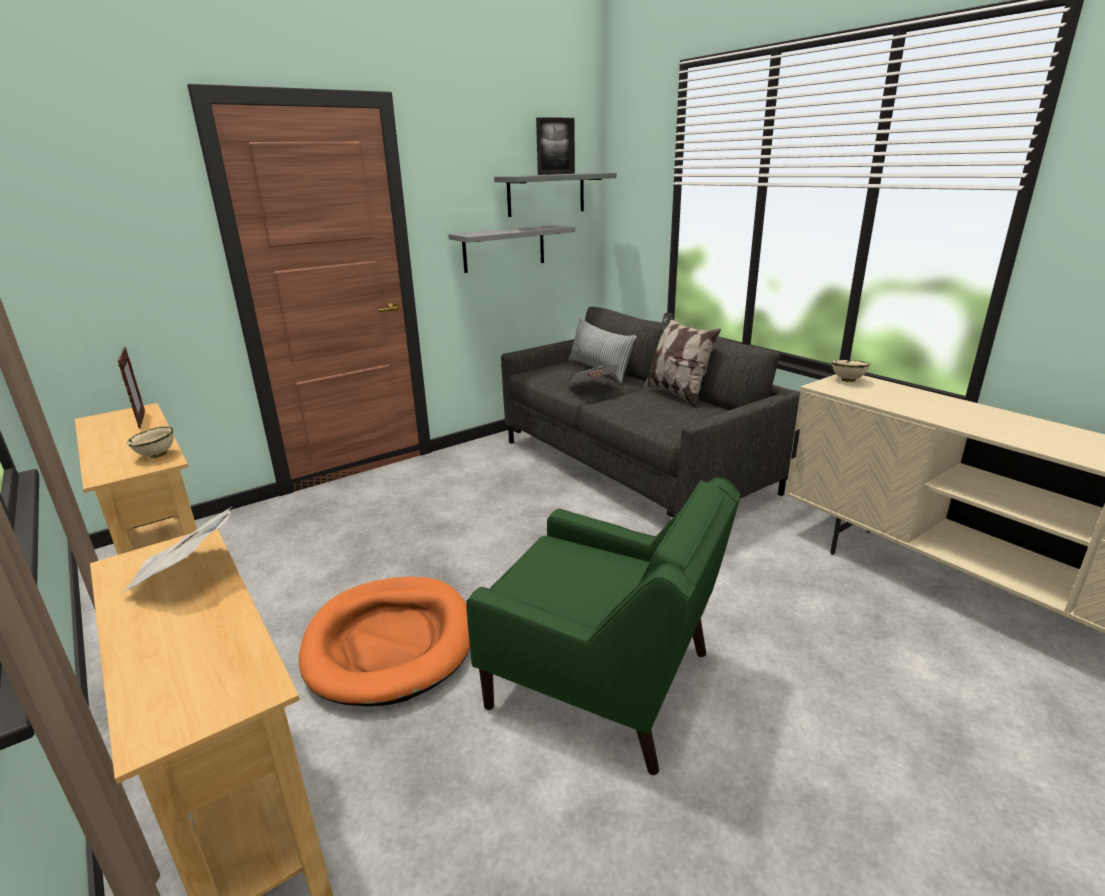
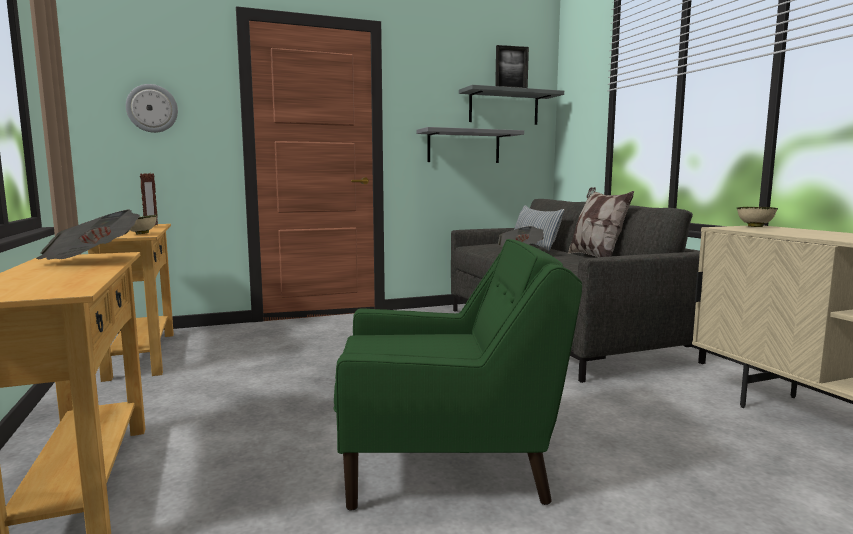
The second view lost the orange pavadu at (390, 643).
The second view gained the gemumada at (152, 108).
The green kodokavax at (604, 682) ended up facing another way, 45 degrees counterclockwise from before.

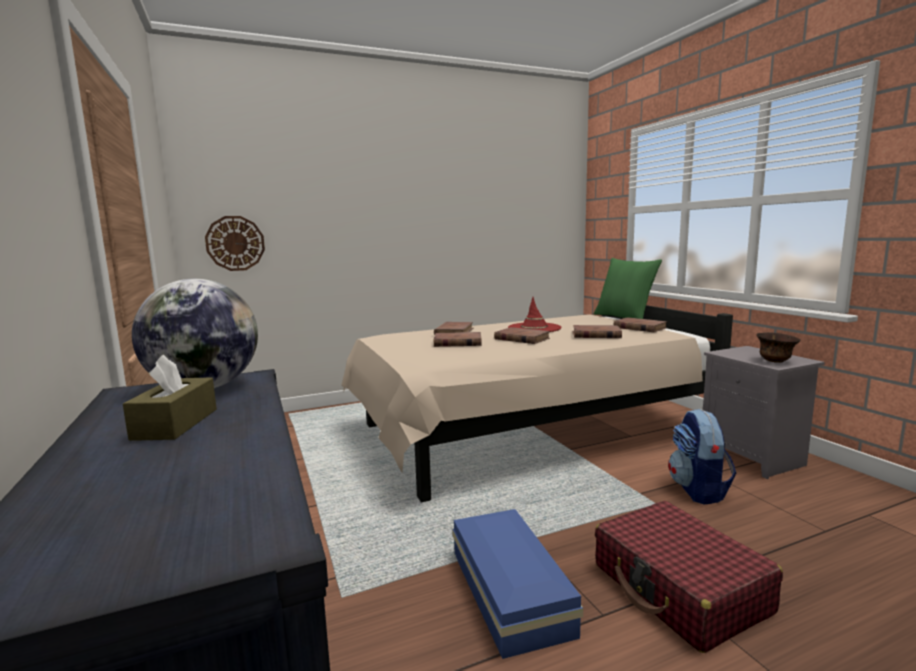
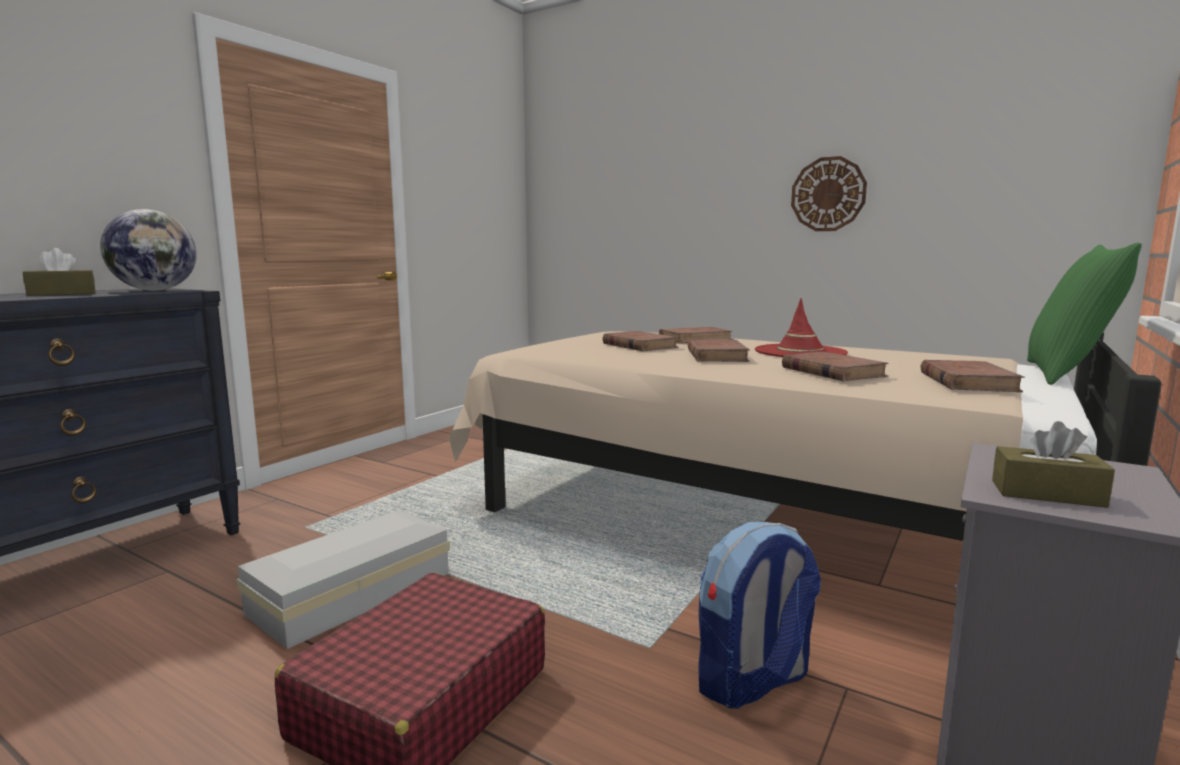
The gemumada ended up elsewhere, having gone from (235, 243) to (828, 194).
Where the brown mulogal stood at (775, 361), the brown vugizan came to stand at (1047, 493).
What was the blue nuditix at (508, 593) turned into the white nuditix at (348, 593).

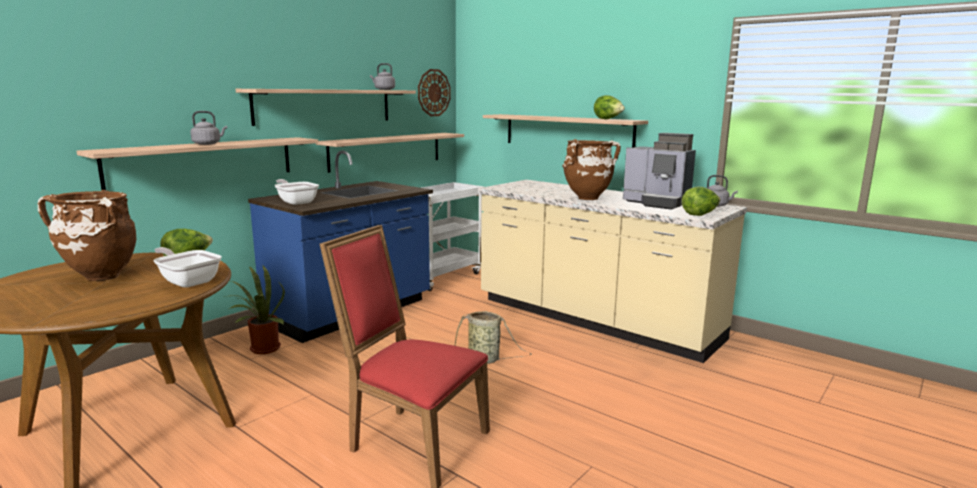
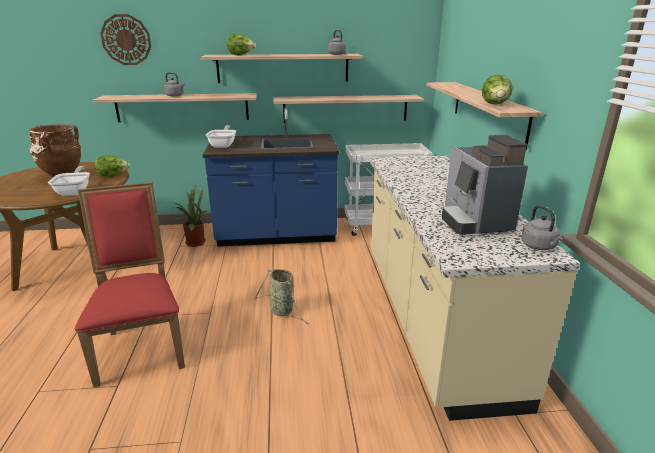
The second view lost the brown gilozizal at (586, 199).
The gemumada ended up elsewhere, having gone from (433, 92) to (126, 40).
The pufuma ended up elsewhere, having gone from (700, 214) to (241, 55).

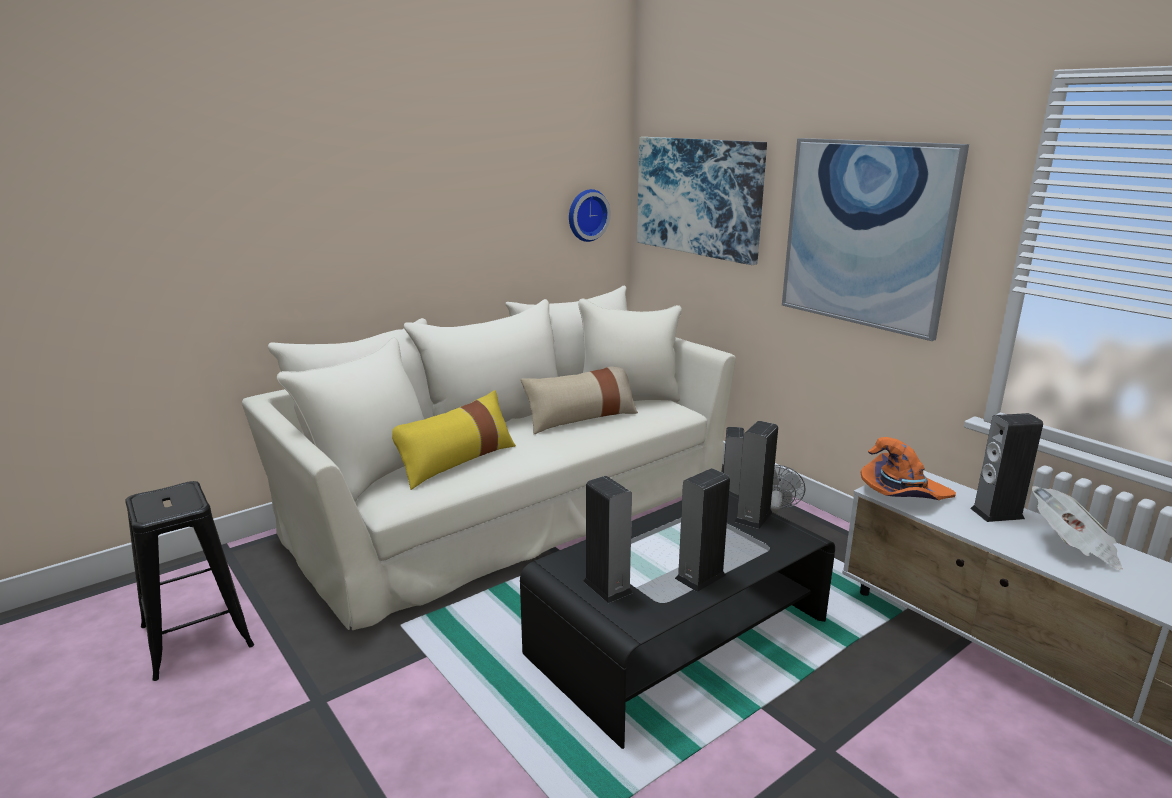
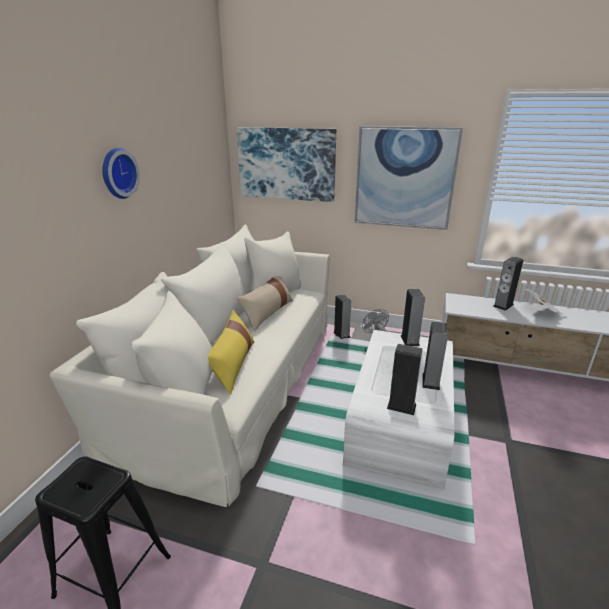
The second view lost the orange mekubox at (902, 494).
The gemumada ended up elsewhere, having gone from (586, 215) to (117, 173).
What was the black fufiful at (678, 638) turned into the white fufiful at (400, 418).

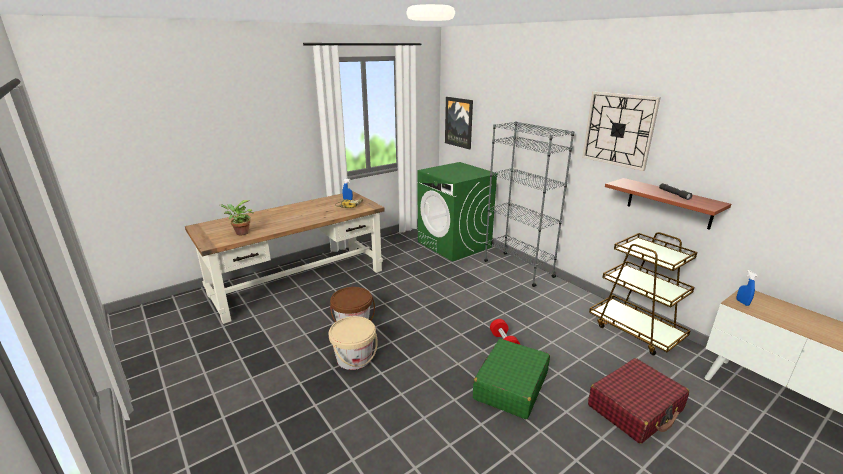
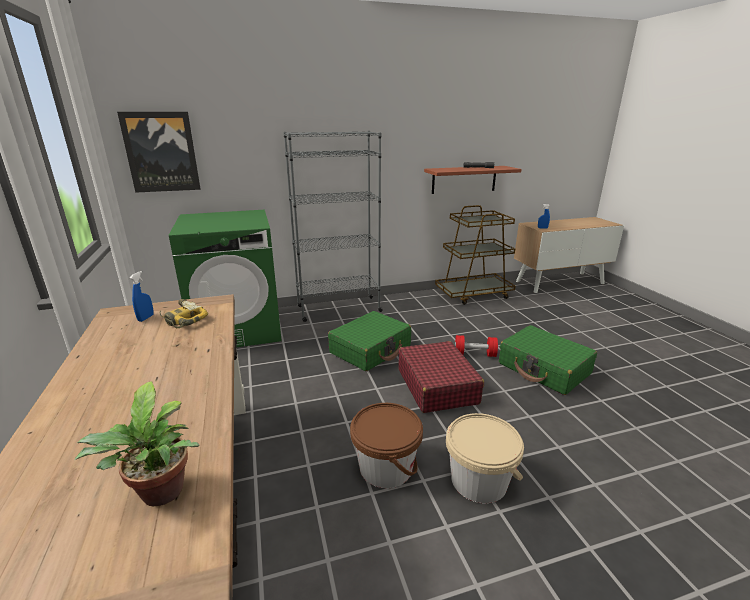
The second view lost the gemumada at (618, 130).
The second view gained the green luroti at (371, 349).
The red luroti ended up elsewhere, having gone from (635, 408) to (437, 386).

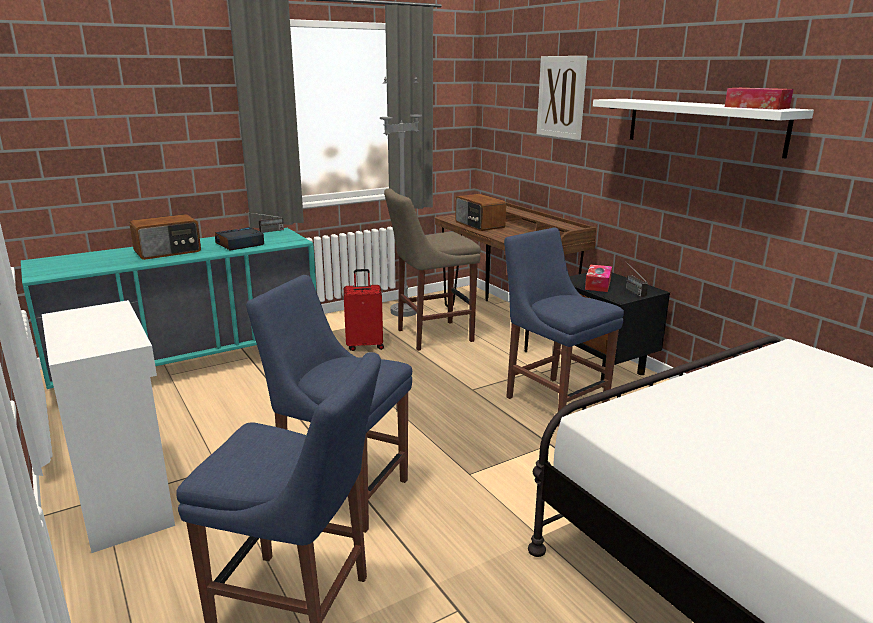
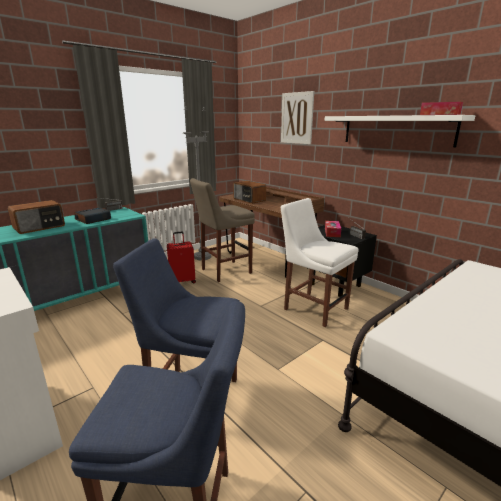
What was the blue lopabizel at (553, 399) turned into the white lopabizel at (313, 307).

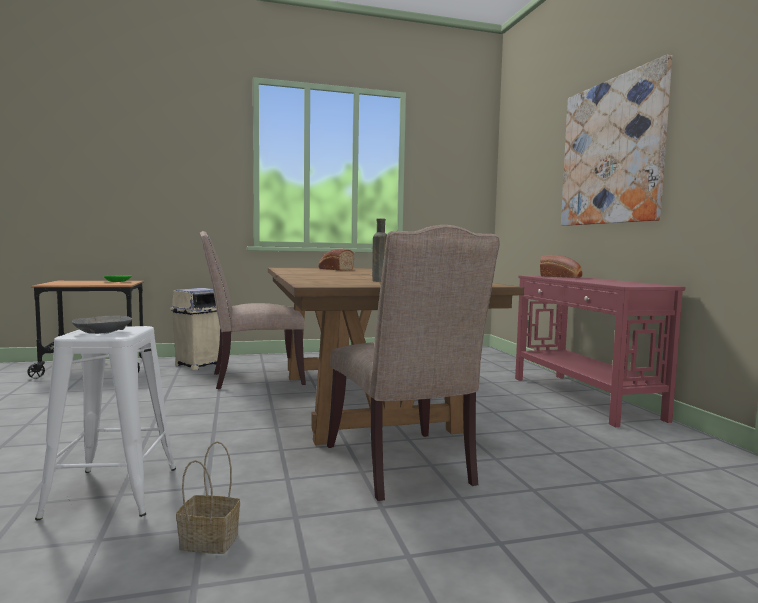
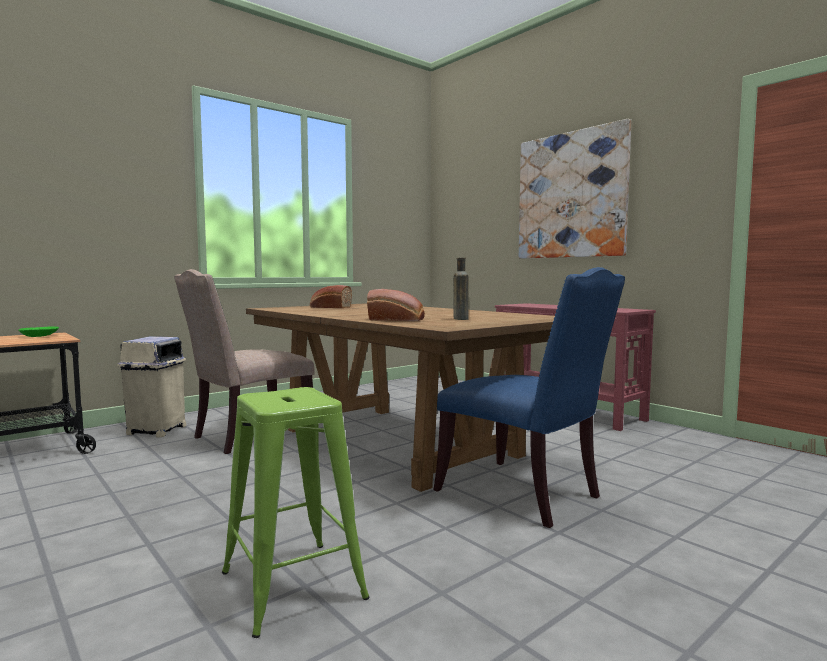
The second view lost the grey mulogal at (102, 332).
The second view lost the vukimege at (207, 542).
The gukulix ended up elsewhere, having gone from (561, 277) to (397, 320).
What was the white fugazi at (112, 492) turned into the green fugazi at (292, 586).
What was the beige lopabizel at (404, 467) turned into the blue lopabizel at (524, 494).

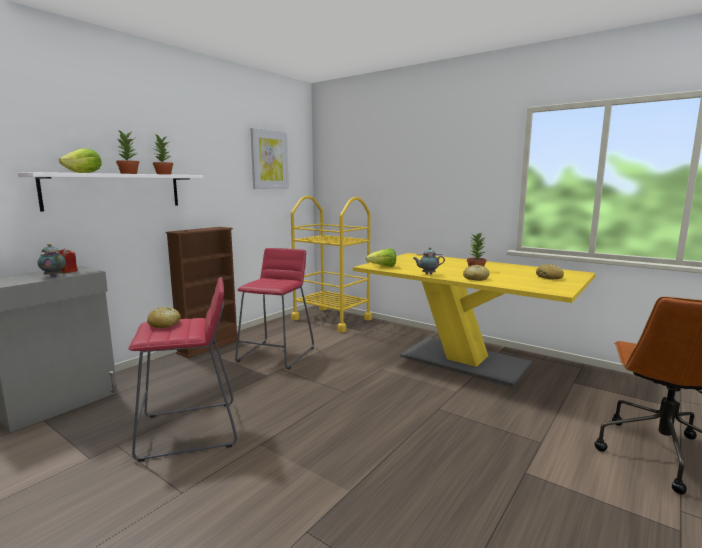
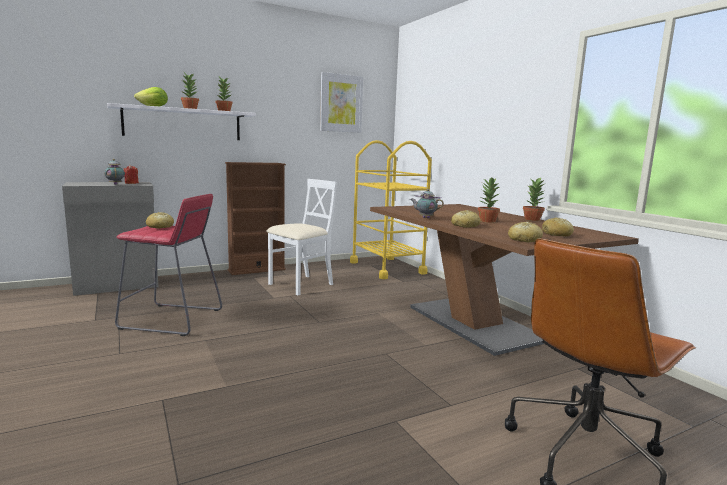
The second view lost the pufuma at (383, 267).
The second view gained the gukulix at (524, 240).
The second view gained the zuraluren at (532, 219).
Where the red fugazi stood at (276, 354), the white lopabizel came to stand at (301, 285).
What was the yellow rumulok at (465, 360) turned into the brown rumulok at (474, 323).

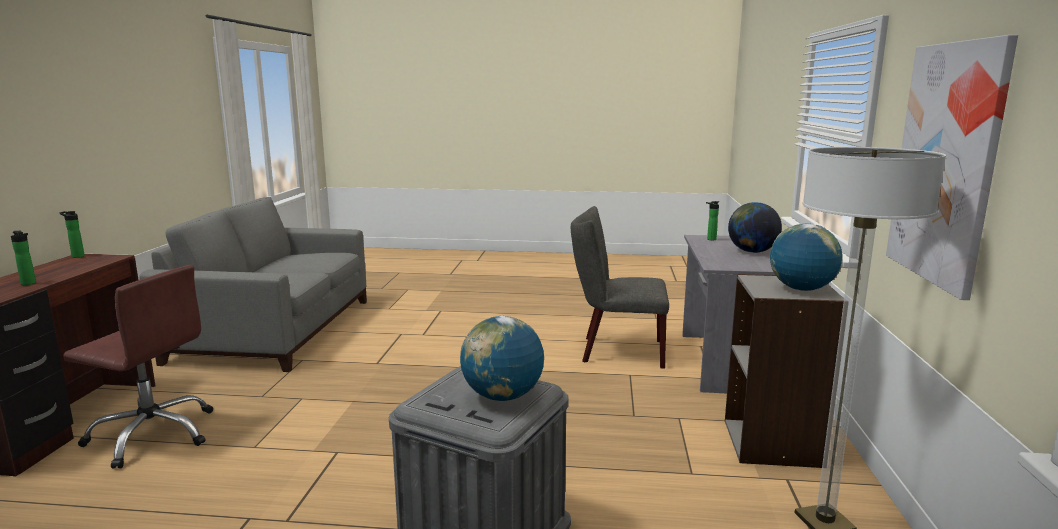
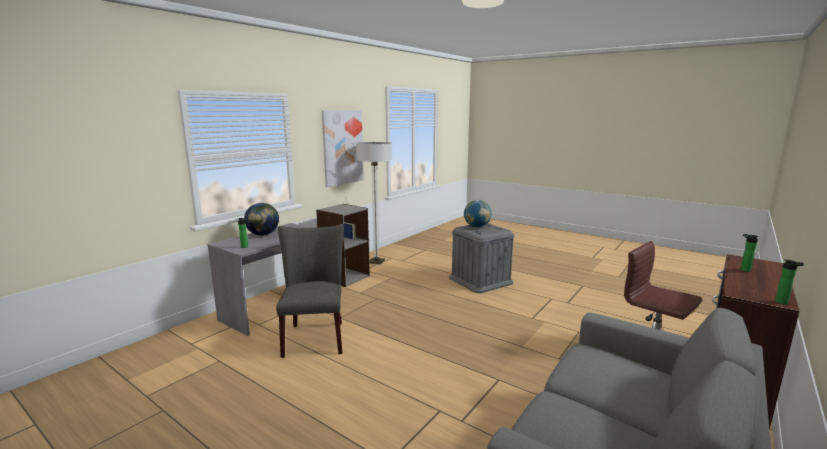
The second view lost the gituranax at (801, 289).
The grey lopabizel at (616, 351) ended up facing another way, 135 degrees counterclockwise from before.

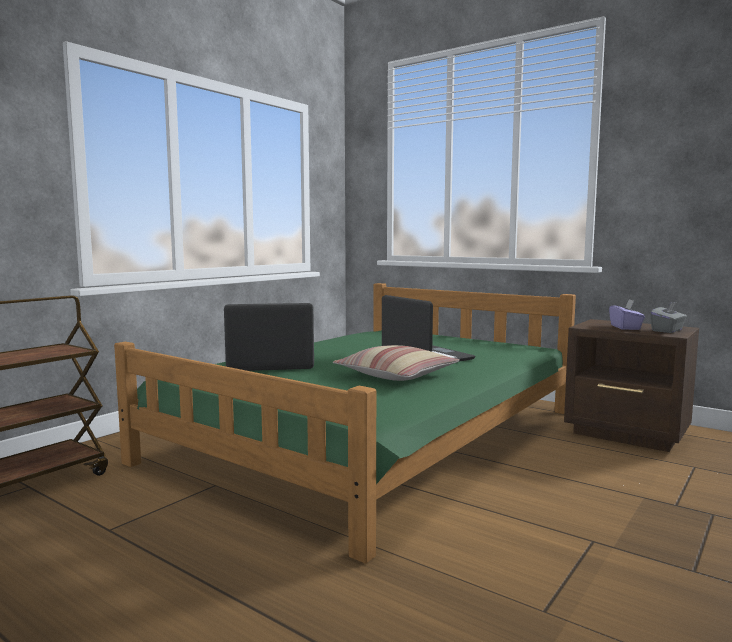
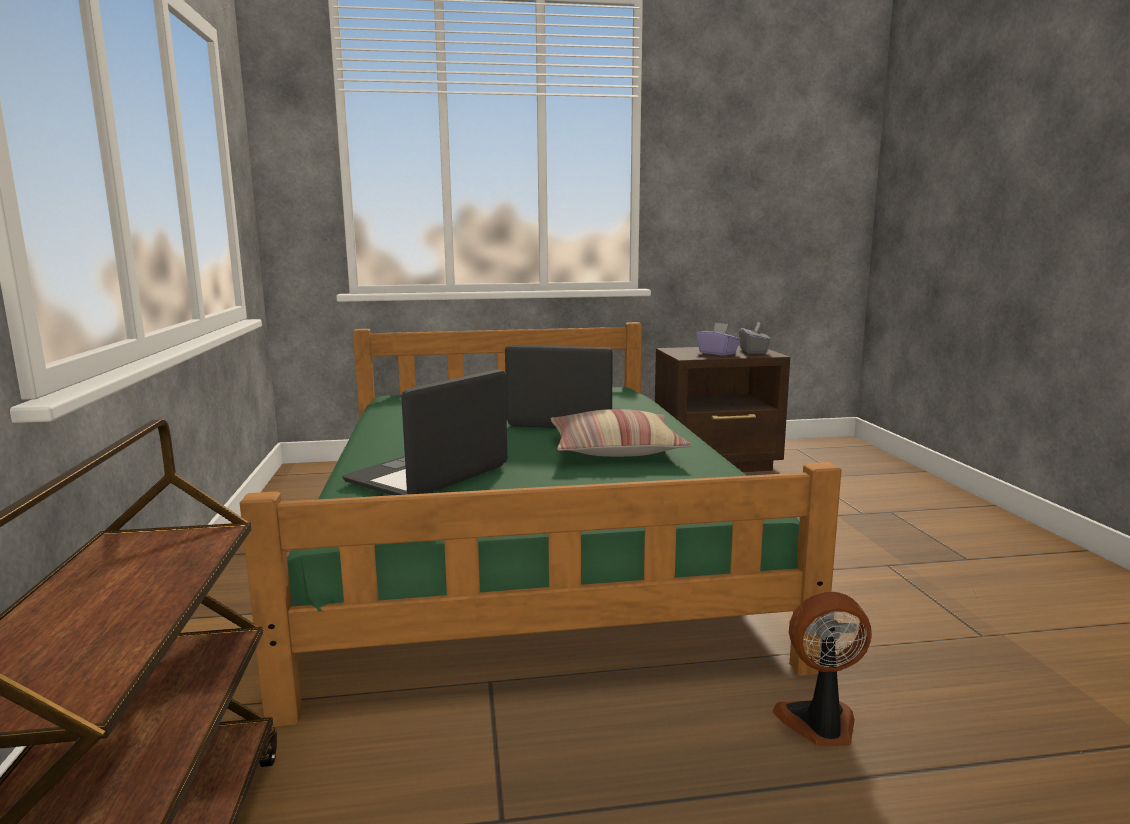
The second view gained the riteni at (820, 725).

